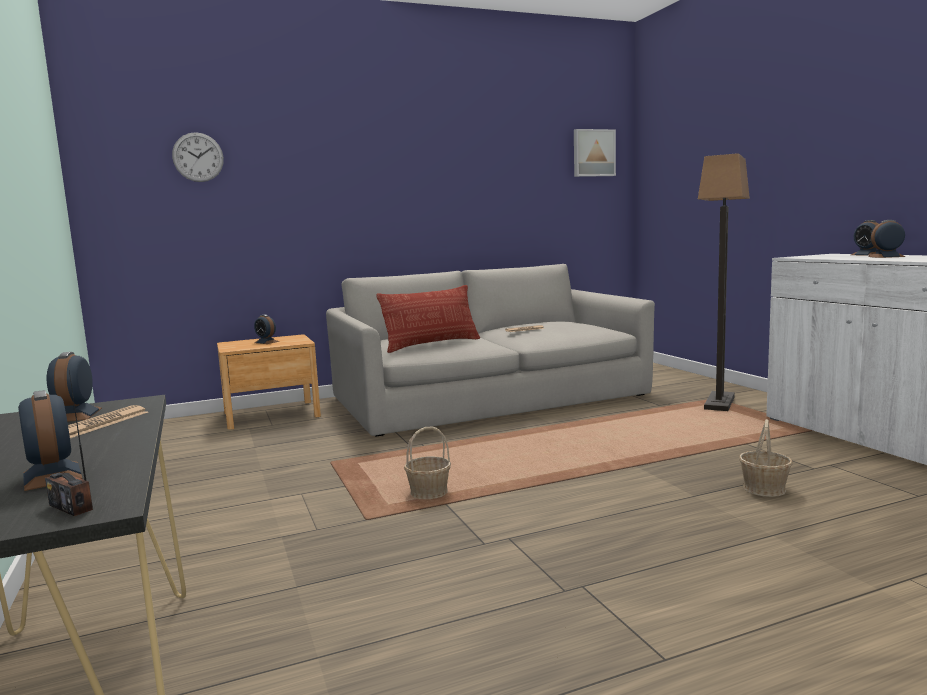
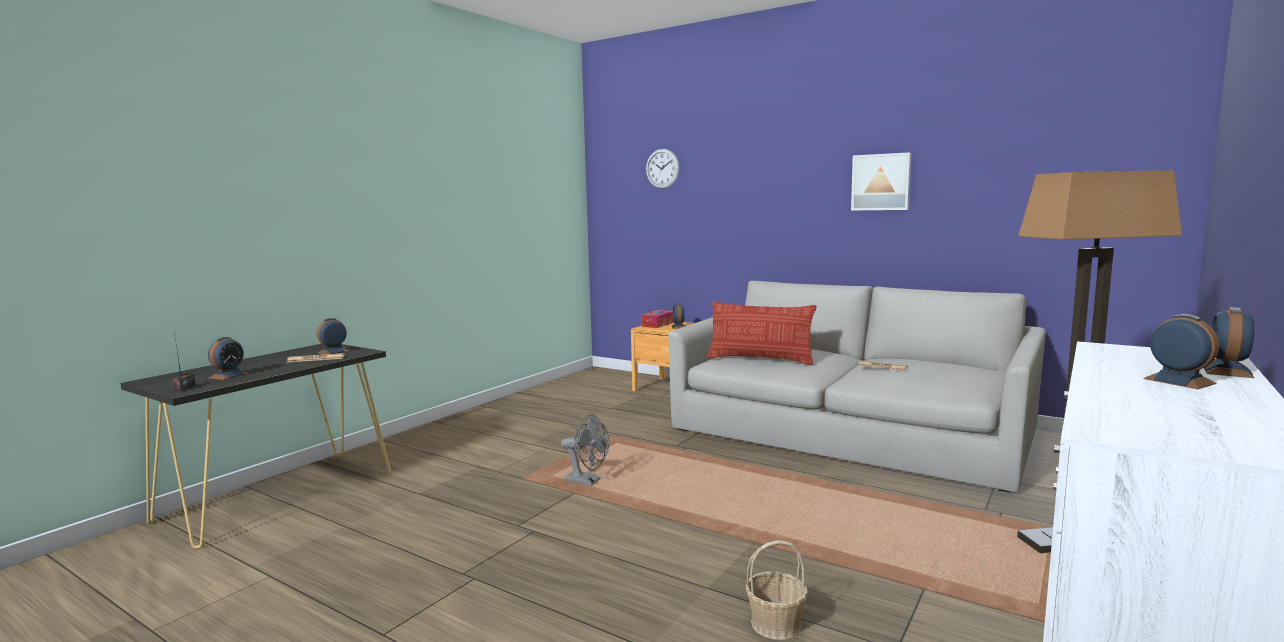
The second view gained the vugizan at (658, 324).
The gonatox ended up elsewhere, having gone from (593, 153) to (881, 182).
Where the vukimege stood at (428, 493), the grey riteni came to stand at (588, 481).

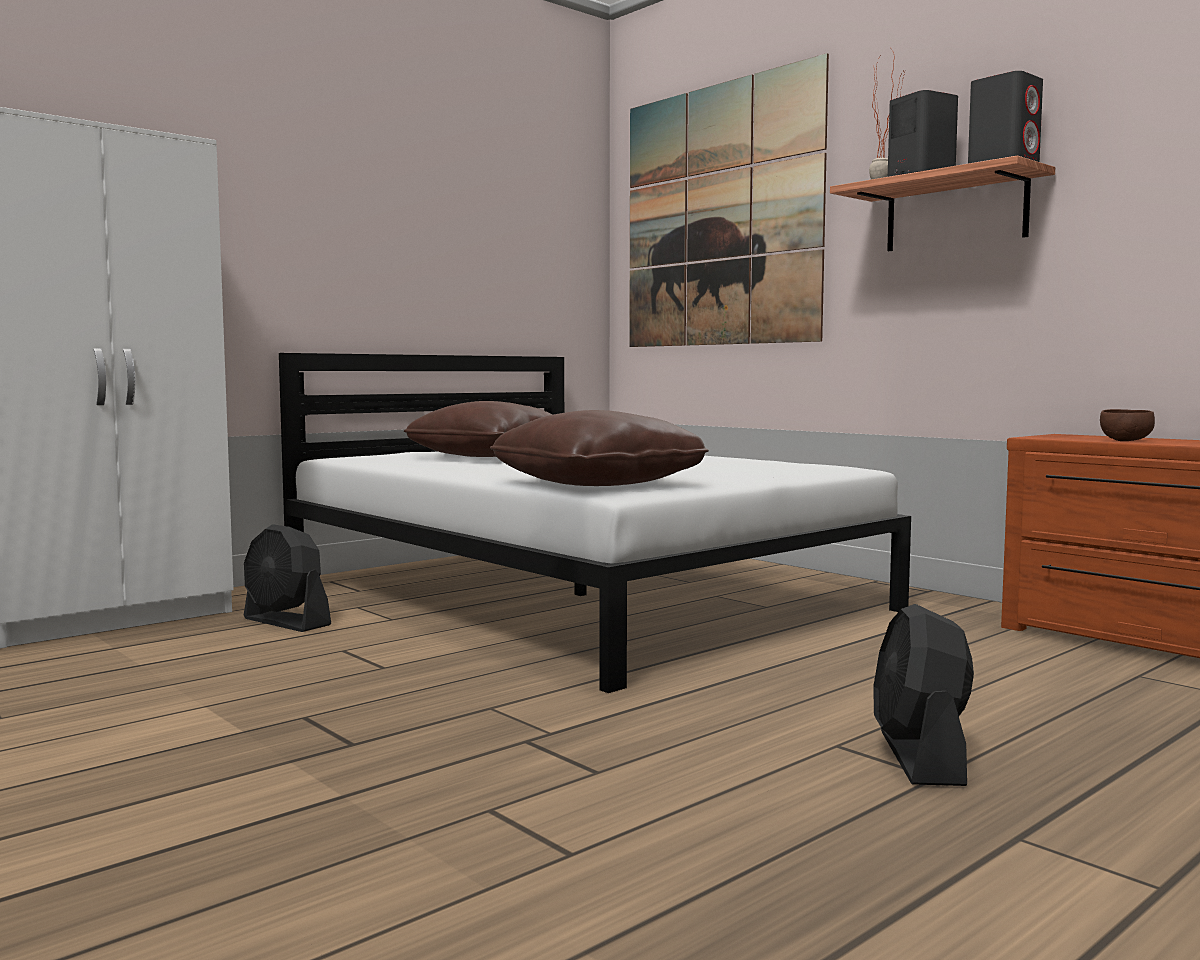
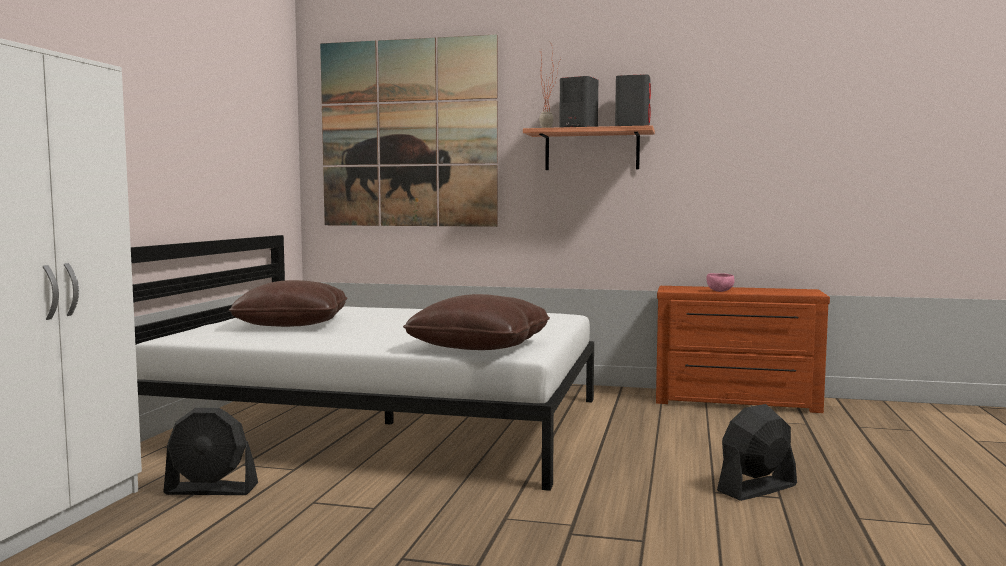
What was the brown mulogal at (1126, 441) turned into the pink mulogal at (720, 291).
The black riteni at (920, 757) ended up facing another way, 90 degrees clockwise from before.

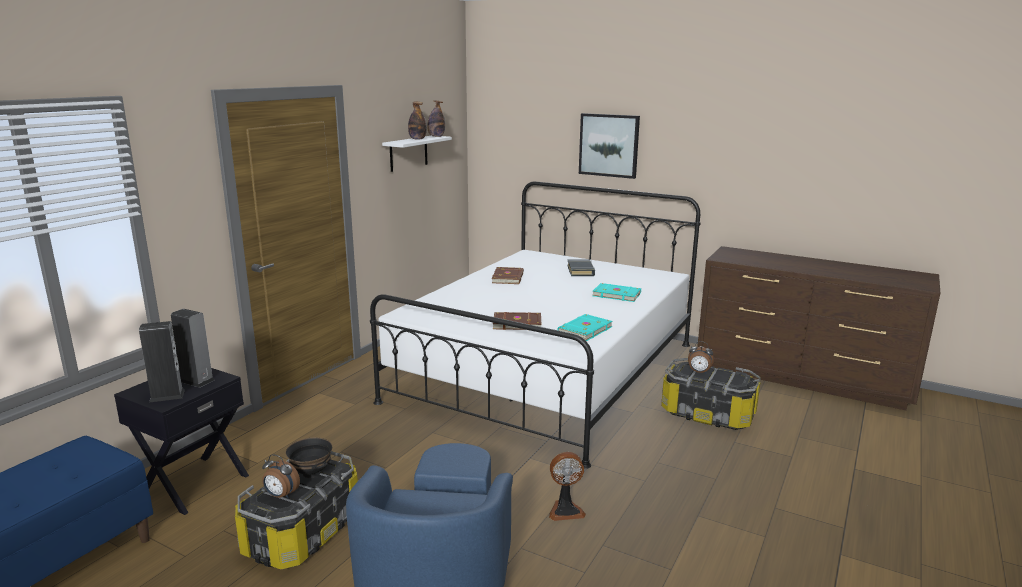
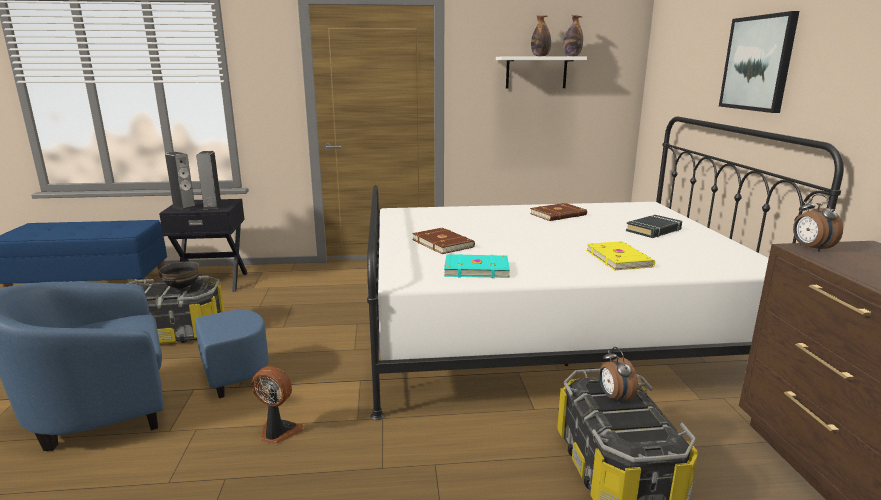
The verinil ended up elsewhere, having gone from (281, 495) to (810, 248).
What was the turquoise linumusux at (616, 294) turned into the yellow linumusux at (619, 258).
The riteni at (565, 510) ended up facing another way, 150 degrees clockwise from before.

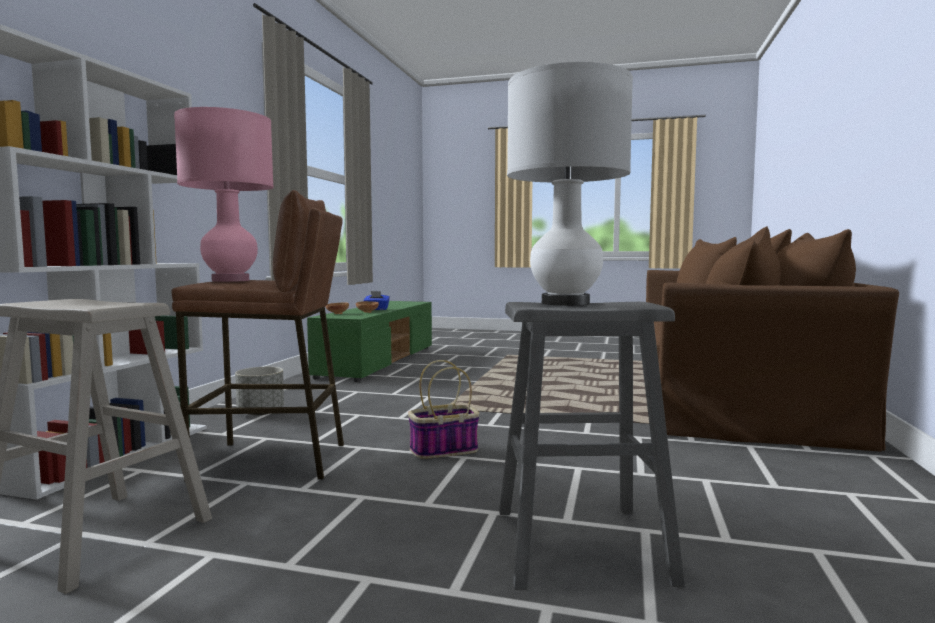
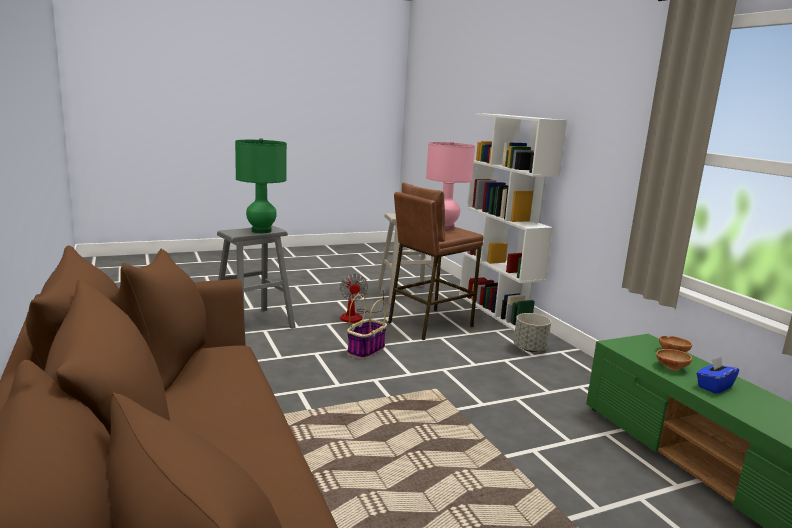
The second view gained the riteni at (357, 316).
What was the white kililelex at (565, 303) turned into the green kililelex at (261, 231).

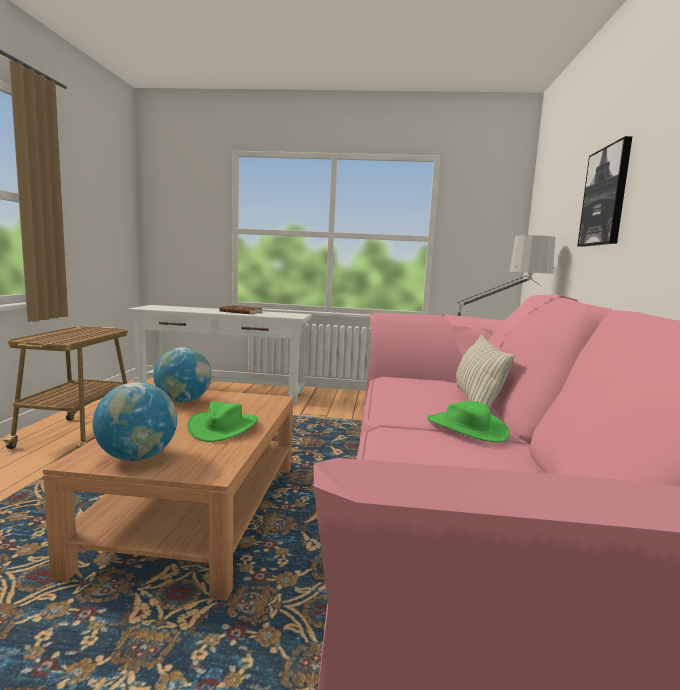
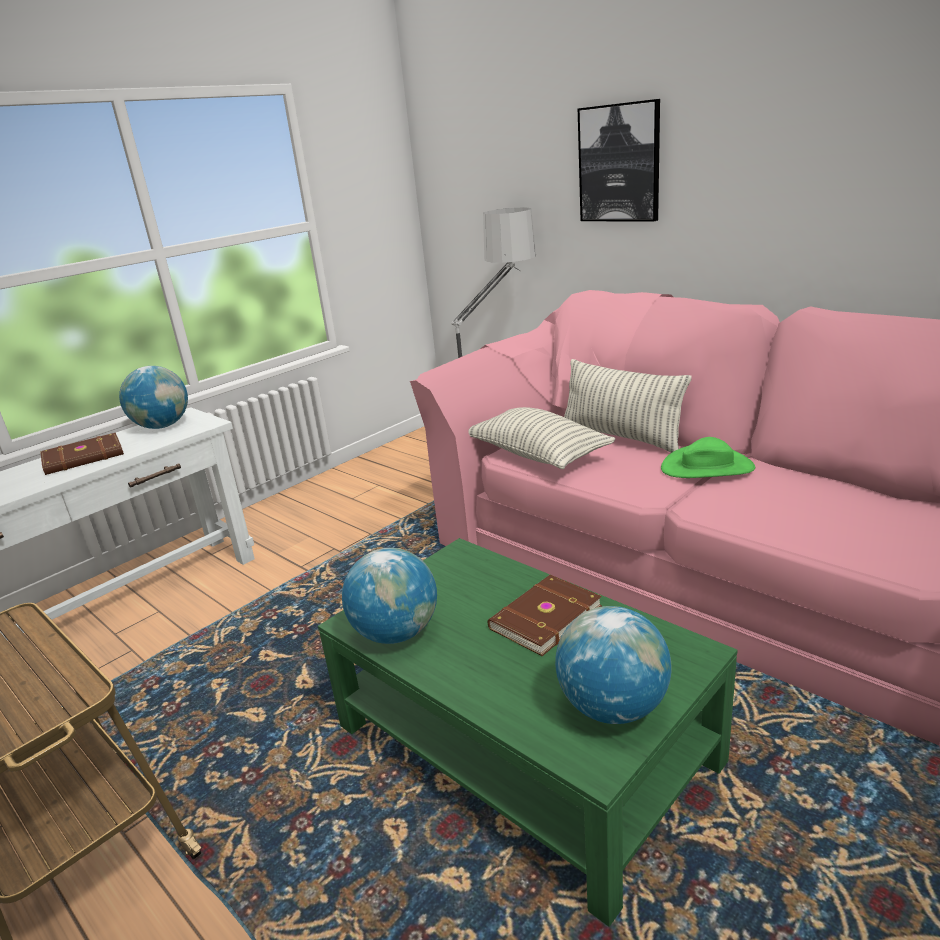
The second view gained the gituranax at (163, 426).
The second view gained the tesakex at (537, 455).
Where the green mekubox stood at (223, 427), the brown linumusux came to stand at (543, 617).
What was the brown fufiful at (198, 513) turned into the green fufiful at (524, 744).

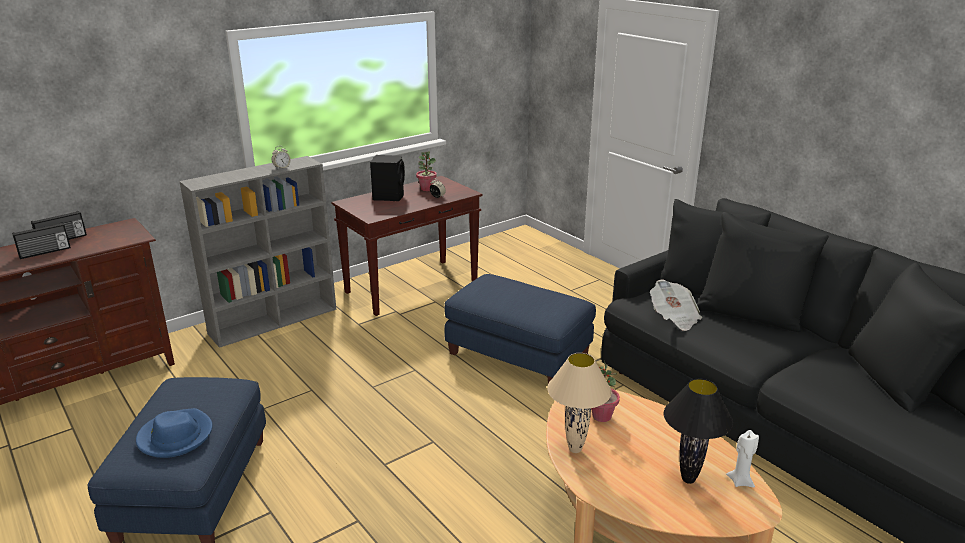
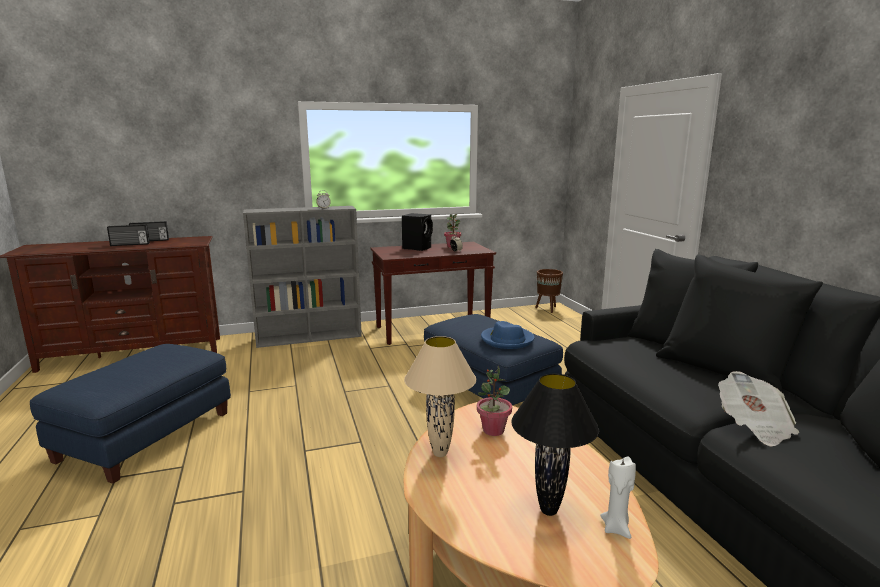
The second view gained the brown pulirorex at (547, 309).
The blue mekubox ended up elsewhere, having gone from (175, 436) to (507, 340).
The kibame ended up elsewhere, having gone from (674, 317) to (754, 426).

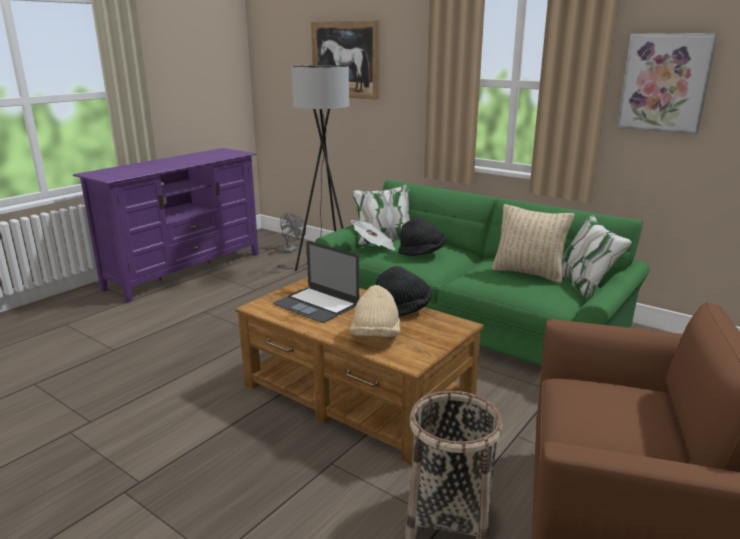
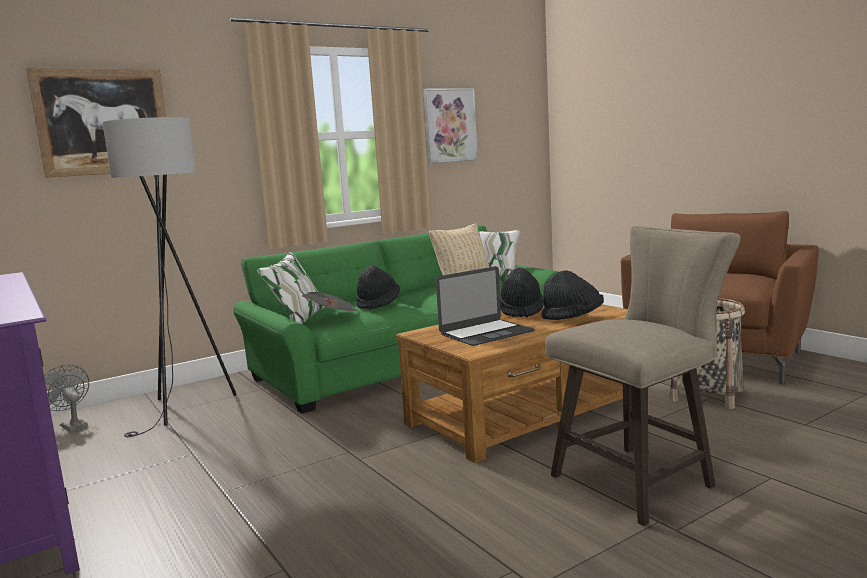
The second view gained the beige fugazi at (641, 479).
What was the beige mekubox at (375, 337) turned into the black mekubox at (573, 318).

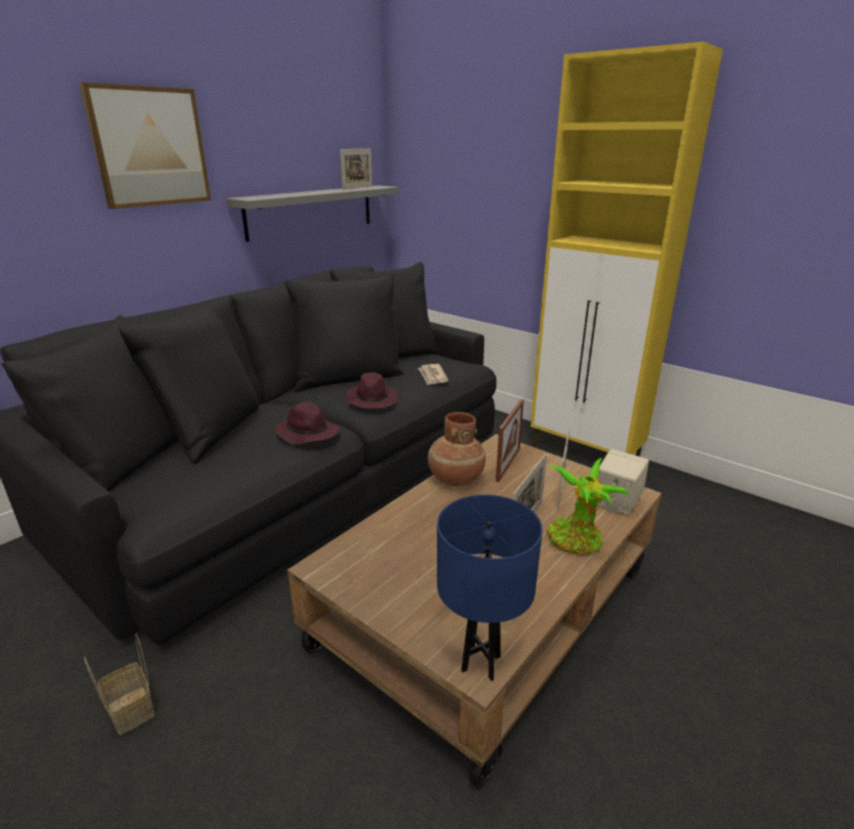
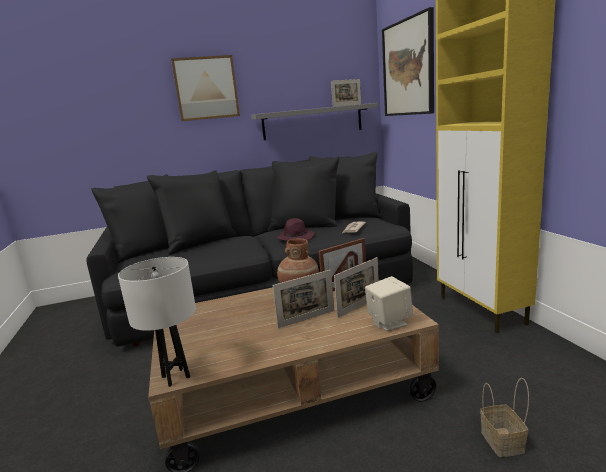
The second view lost the purple mekubox at (306, 433).
The second view lost the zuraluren at (576, 542).
The second view gained the gonatox at (408, 68).
The vukimege ended up elsewhere, having gone from (133, 710) to (503, 442).
What was the blue kililelex at (481, 663) turned into the white kililelex at (176, 377).

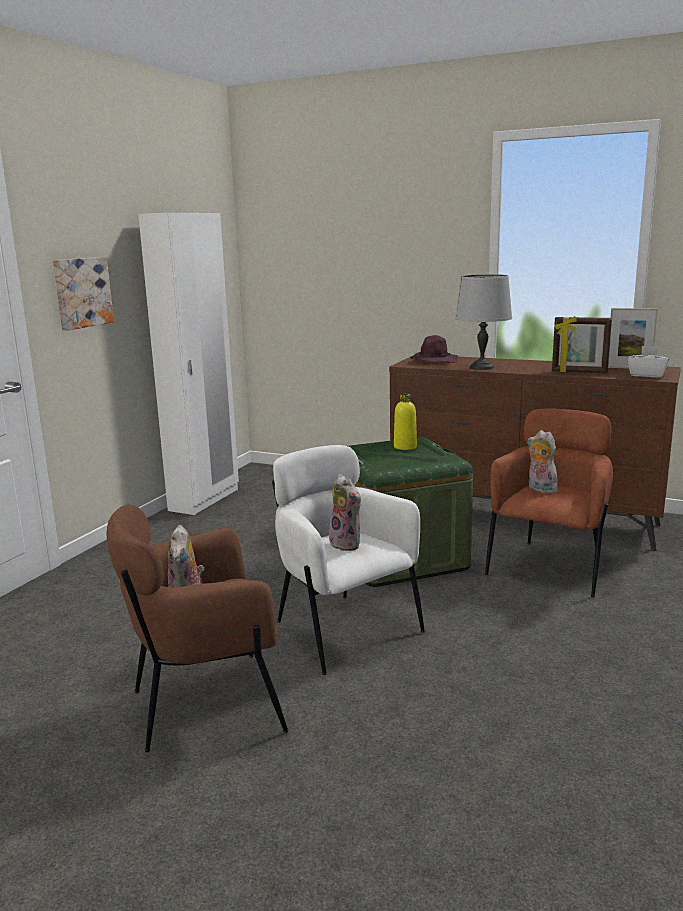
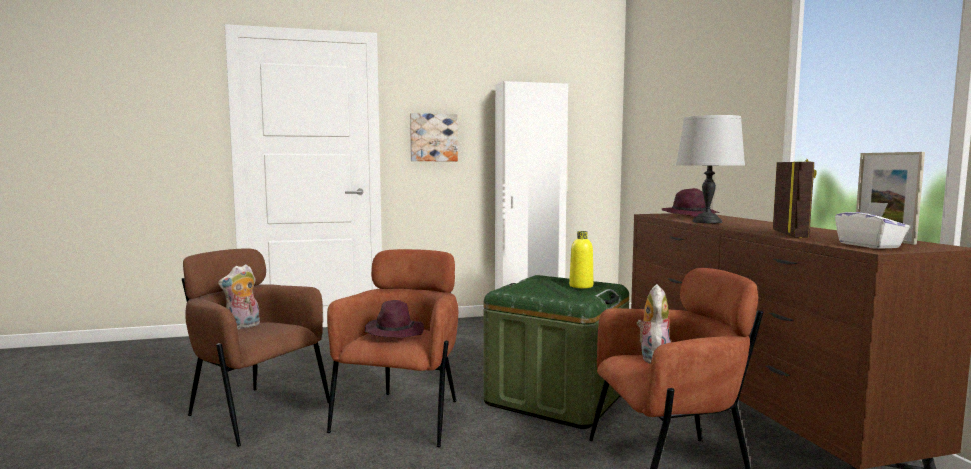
Where the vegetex stood at (347, 544), the purple mekubox came to stand at (393, 332).
What was the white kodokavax at (343, 630) turned into the brown kodokavax at (403, 417).
The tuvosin at (579, 372) ended up facing another way, 150 degrees counterclockwise from before.

